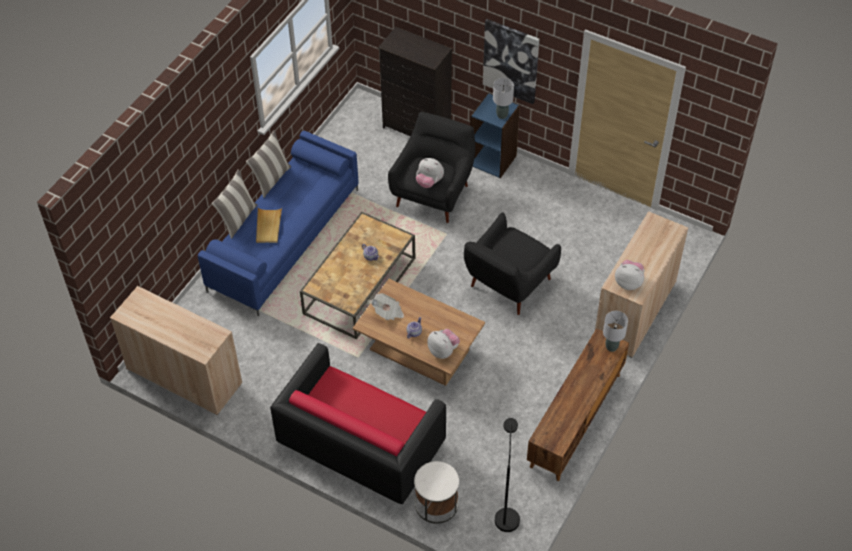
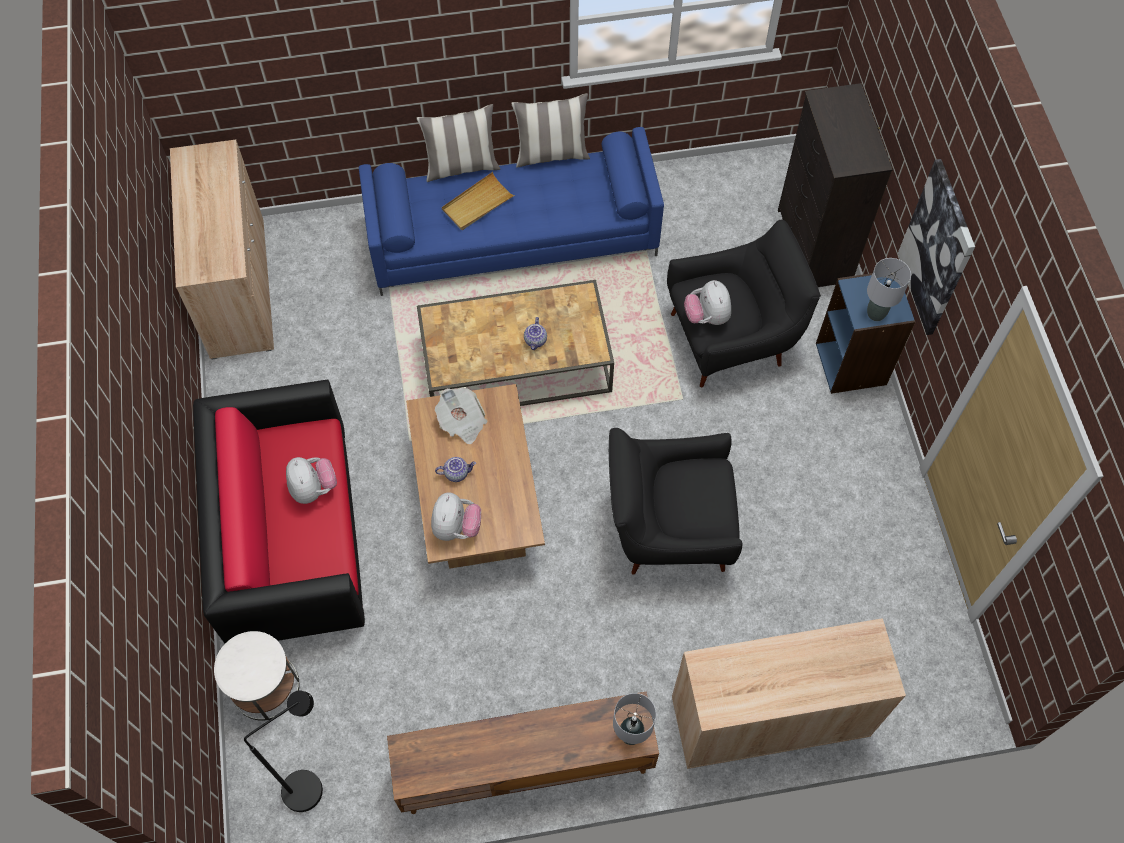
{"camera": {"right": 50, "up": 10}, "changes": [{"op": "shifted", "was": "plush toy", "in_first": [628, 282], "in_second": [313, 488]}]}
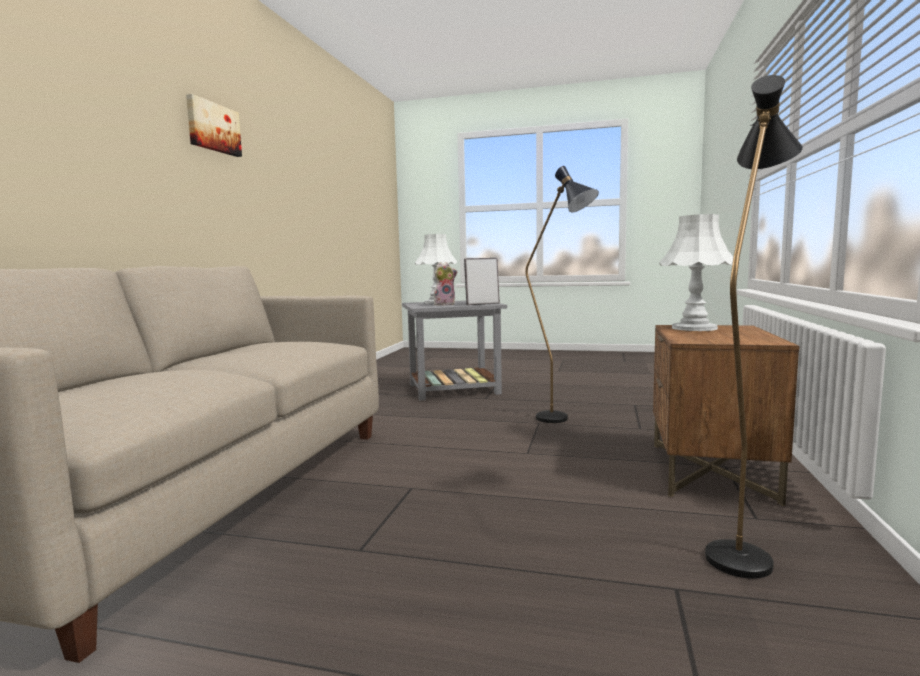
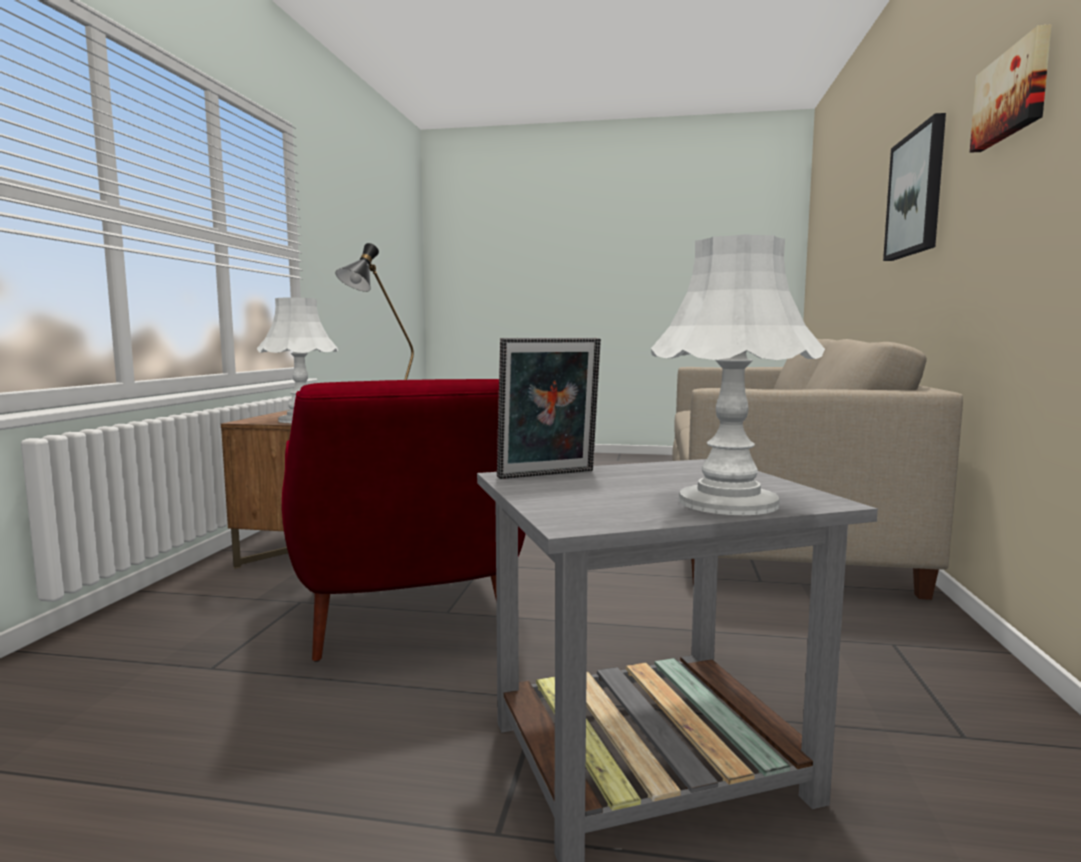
{"camera": {"right": 175, "up": 0}, "changes": [{"op": "swapped", "was": "floor lamp/black", "now": "armchair/red", "in_first": [561, 421], "in_second": [406, 617]}, {"op": "gone", "was": "plush toy", "in_first": [444, 304]}, {"op": "new", "now": "picture", "in_second": [916, 194]}]}
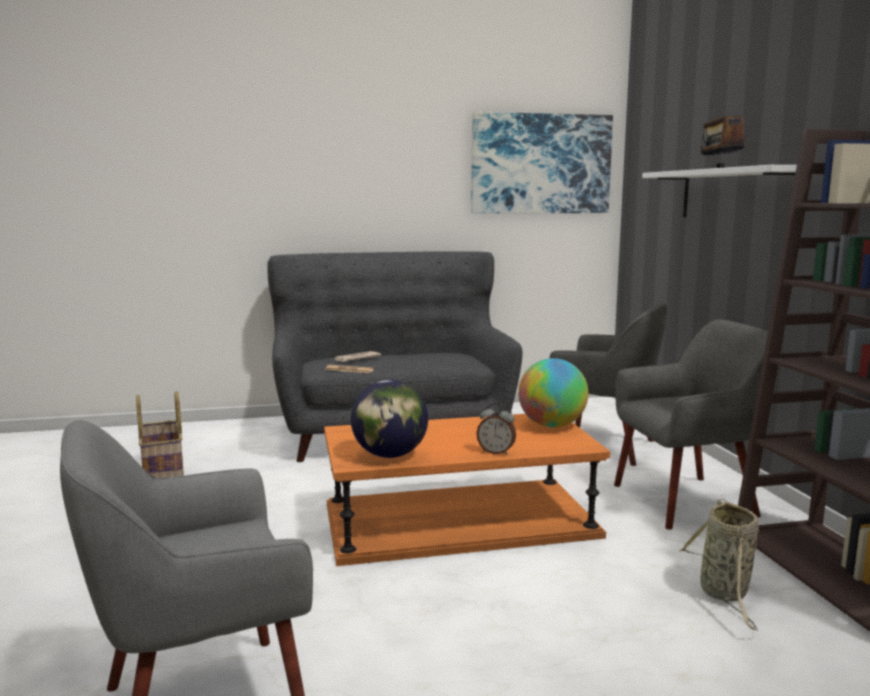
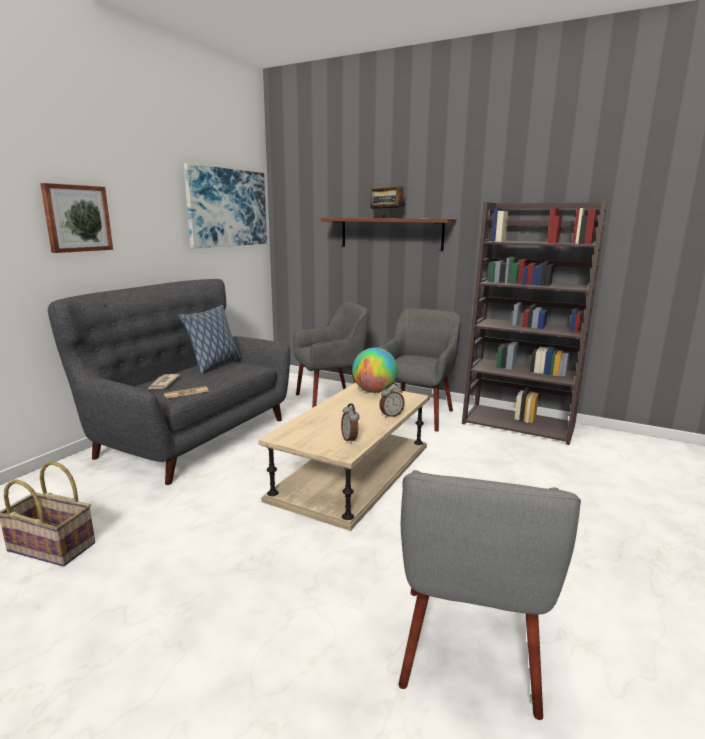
{"camera": {"right": -50, "up": 5}, "changes": [{"op": "repainted", "was": "shelf/white", "now": "shelf/brown", "in_first": [736, 194], "in_second": [391, 233]}, {"op": "swapped", "was": "globe", "now": "alarm clock", "in_first": [390, 455], "in_second": [350, 439]}, {"op": "repainted", "was": "coffee table/orange", "now": "coffee table/beige", "in_first": [460, 521], "in_second": [353, 471]}, {"op": "gone", "was": "basket", "in_first": [724, 594]}, {"op": "new", "now": "picture", "in_second": [77, 218]}, {"op": "new", "now": "pillow", "in_second": [214, 366]}]}
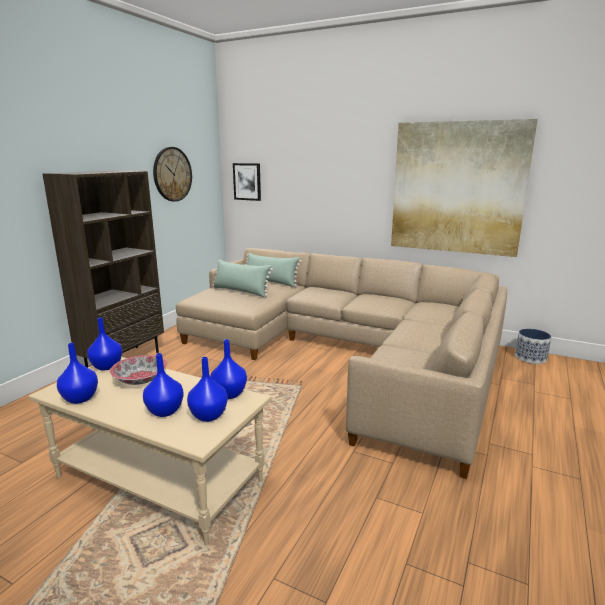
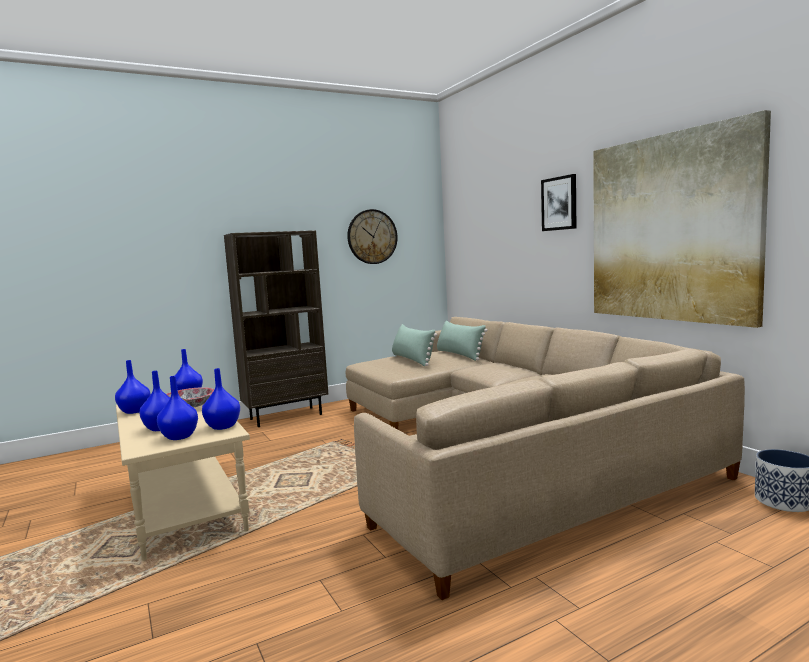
{"camera": {"right": 35, "up": -10}, "changes": [{"op": "shifted", "was": "picture", "in_first": [247, 181], "in_second": [559, 203]}]}
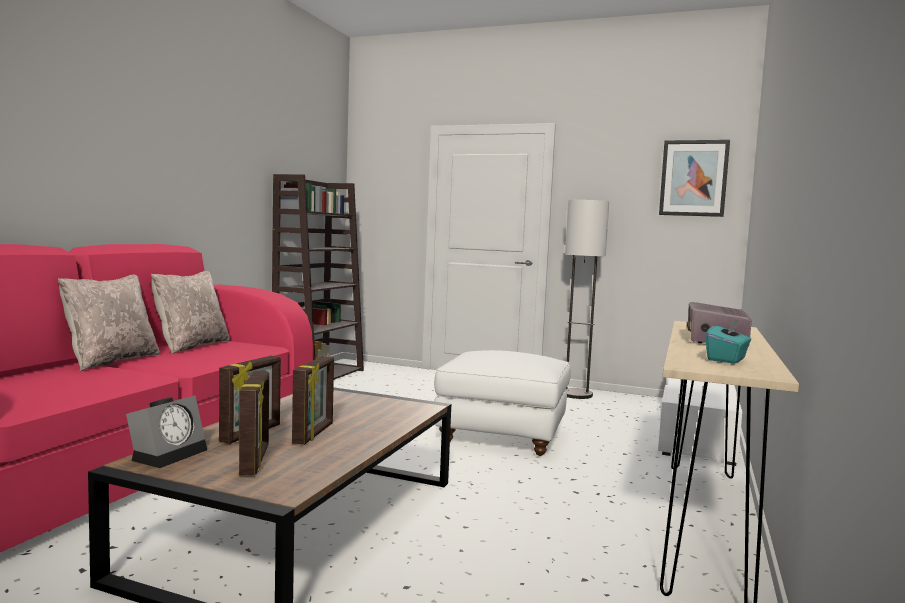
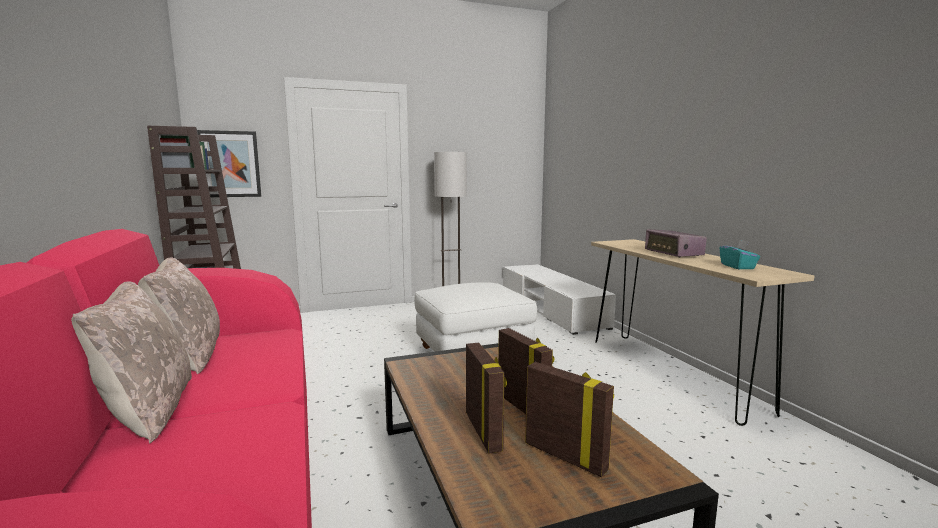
{"camera": {"right": -40, "up": 5}, "changes": [{"op": "shifted", "was": "picture", "in_first": [693, 178], "in_second": [230, 164]}, {"op": "gone", "was": "alarm clock", "in_first": [169, 454]}]}
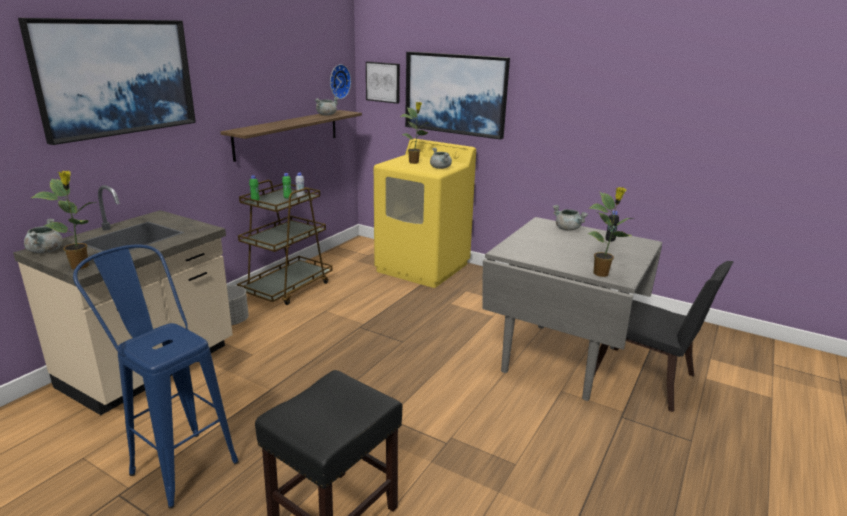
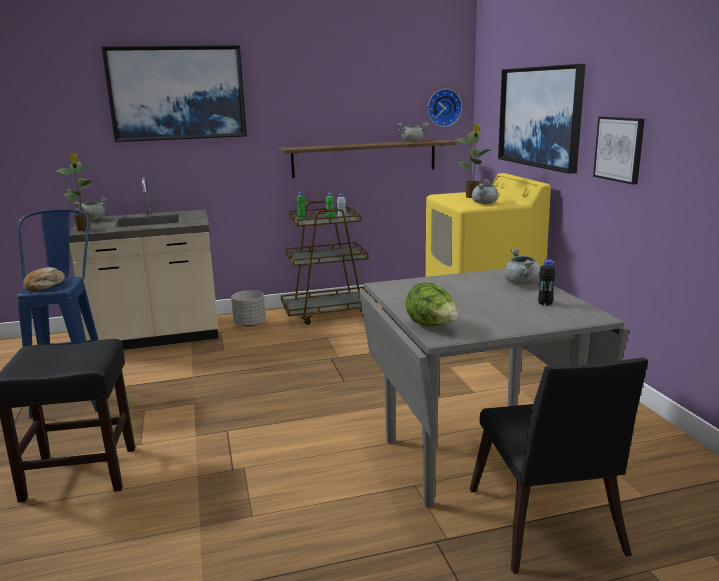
{"camera": {"right": 45, "up": -5}, "changes": [{"op": "shifted", "was": "picture", "in_first": [383, 82], "in_second": [619, 149]}, {"op": "swapped", "was": "potted plant", "now": "lettuce", "in_first": [602, 274], "in_second": [432, 326]}, {"op": "new", "now": "bread", "in_second": [45, 285]}]}
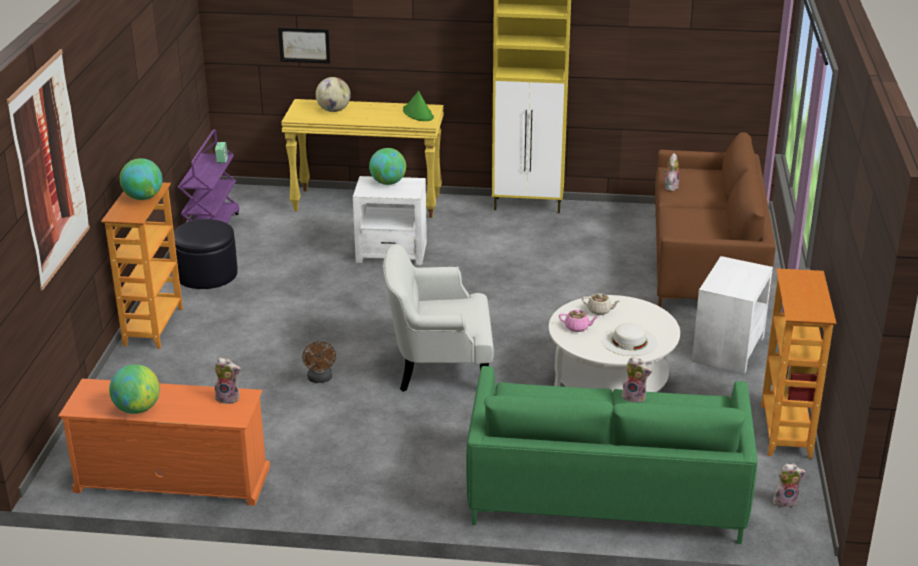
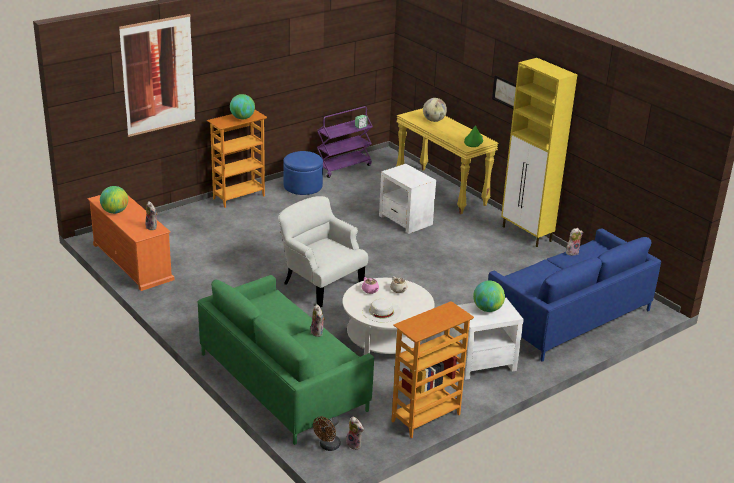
{"camera": {"right": 45, "up": 0}, "changes": [{"op": "shifted", "was": "picture", "in_first": [304, 45], "in_second": [506, 92]}, {"op": "repainted", "was": "sofa/brown", "now": "sofa/blue", "in_first": [706, 262], "in_second": [568, 316]}, {"op": "shifted", "was": "globe", "in_first": [388, 183], "in_second": [487, 309]}, {"op": "repainted", "was": "ottoman/black", "now": "ottoman/blue", "in_first": [206, 274], "in_second": [303, 186]}, {"op": "shifted", "was": "fan/brown", "in_first": [320, 379], "in_second": [327, 446]}]}
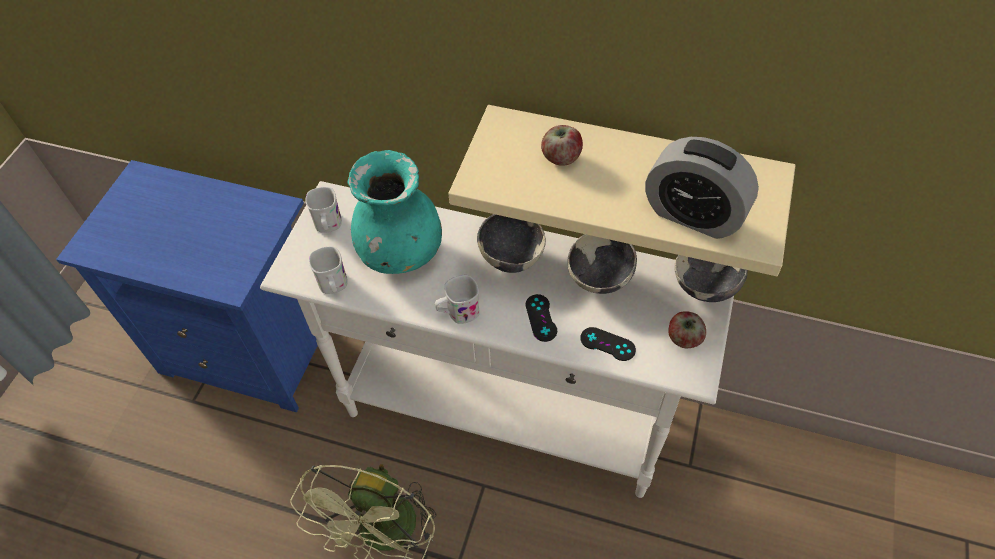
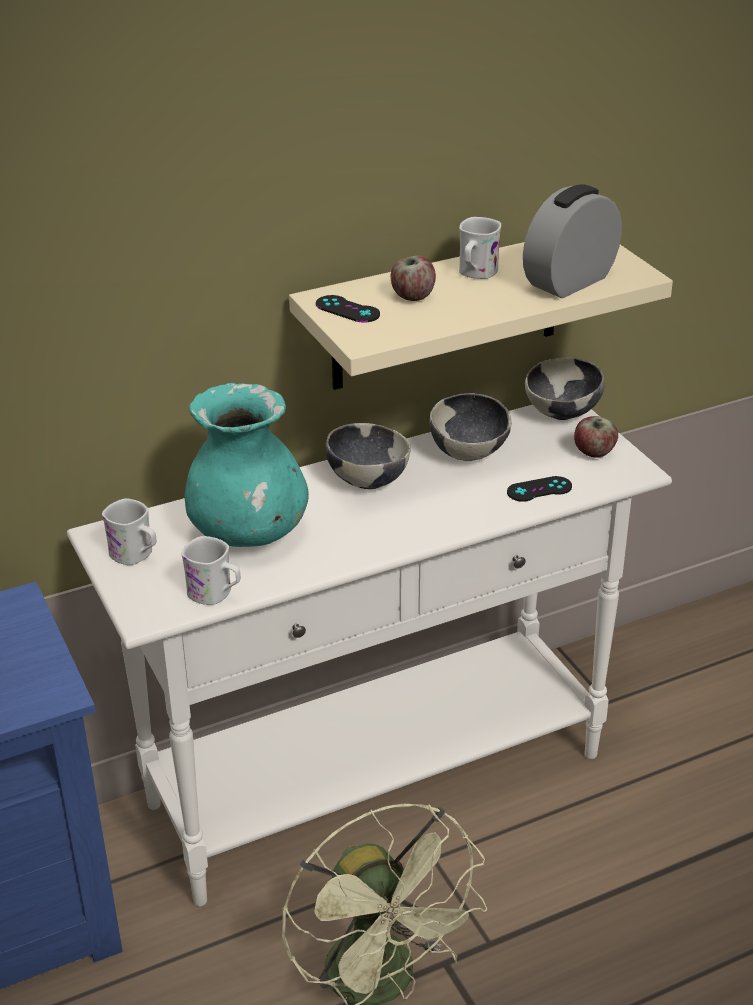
{"camera": {"right": -45, "up": -20}, "changes": [{"op": "rotated", "was": "alarm clock", "in_first": [693, 214], "in_second": [569, 282], "clockwise": 150}, {"op": "shifted", "was": "mug/white", "in_first": [458, 312], "in_second": [475, 274]}, {"op": "shifted", "was": "game controller/black", "in_first": [541, 318], "in_second": [347, 309]}]}
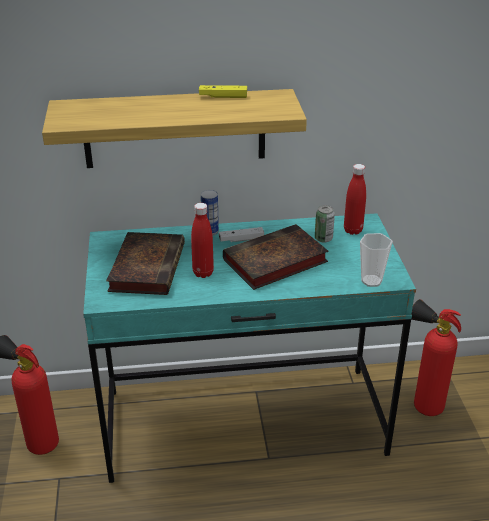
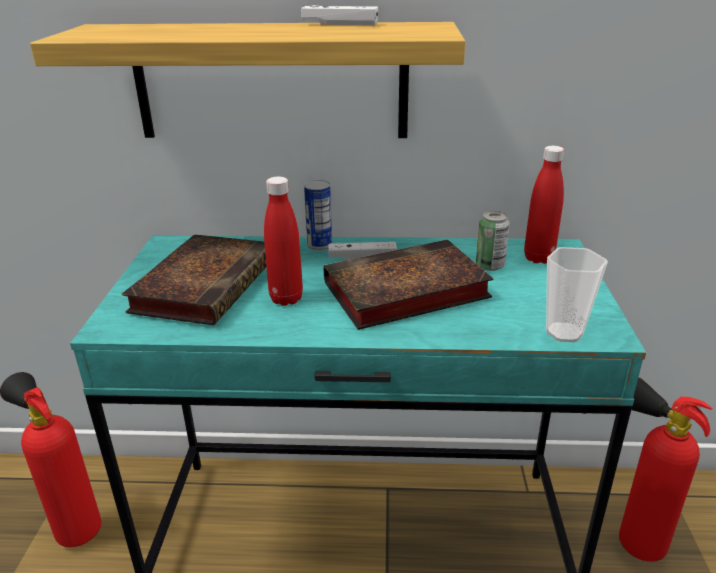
{"camera": {"right": 10, "up": -5}, "changes": [{"op": "repainted", "was": "game controller/yellow", "now": "game controller/white", "in_first": [223, 97], "in_second": [340, 24]}]}
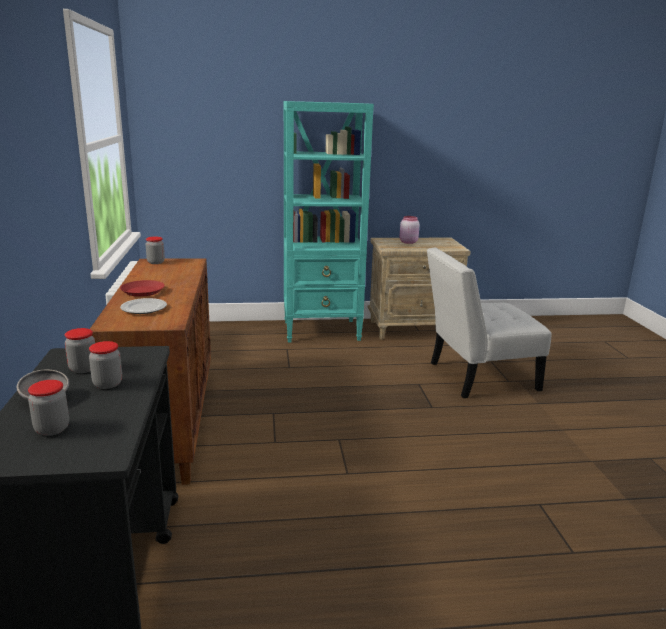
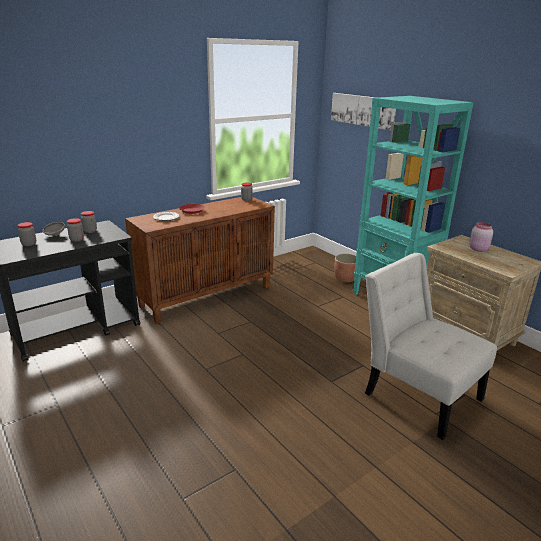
{"camera": {"right": 60, "up": 5}, "changes": [{"op": "new", "now": "picture", "in_second": [363, 110]}, {"op": "new", "now": "planter", "in_second": [345, 278]}]}
